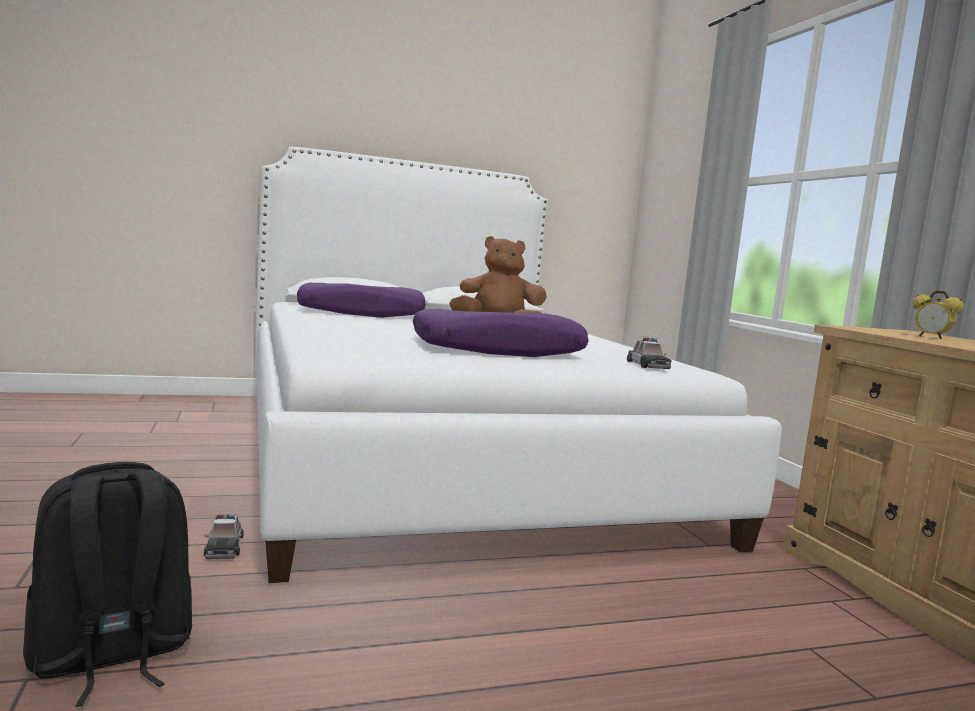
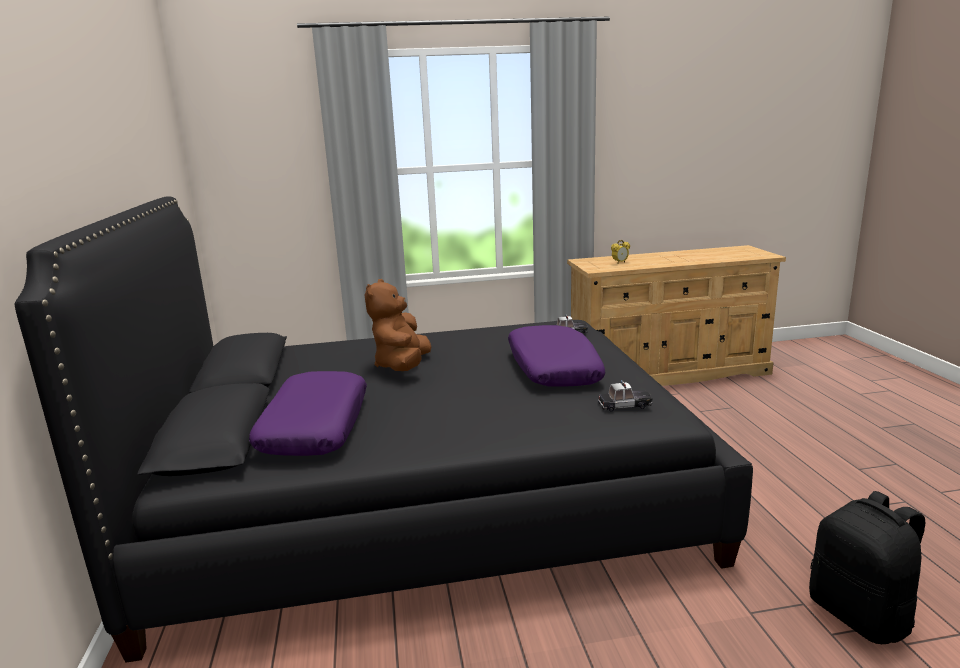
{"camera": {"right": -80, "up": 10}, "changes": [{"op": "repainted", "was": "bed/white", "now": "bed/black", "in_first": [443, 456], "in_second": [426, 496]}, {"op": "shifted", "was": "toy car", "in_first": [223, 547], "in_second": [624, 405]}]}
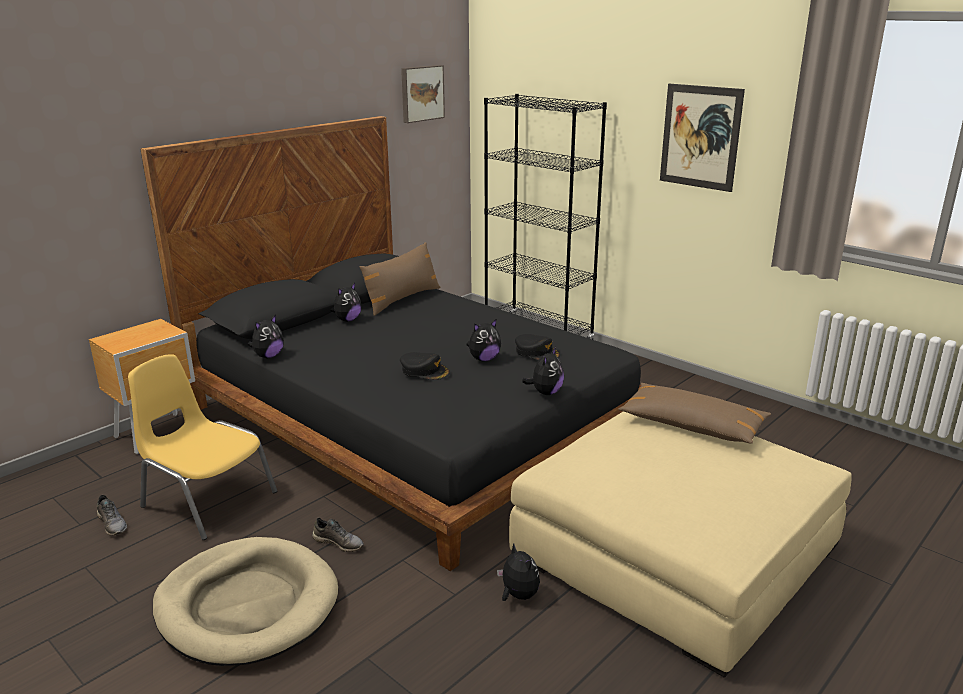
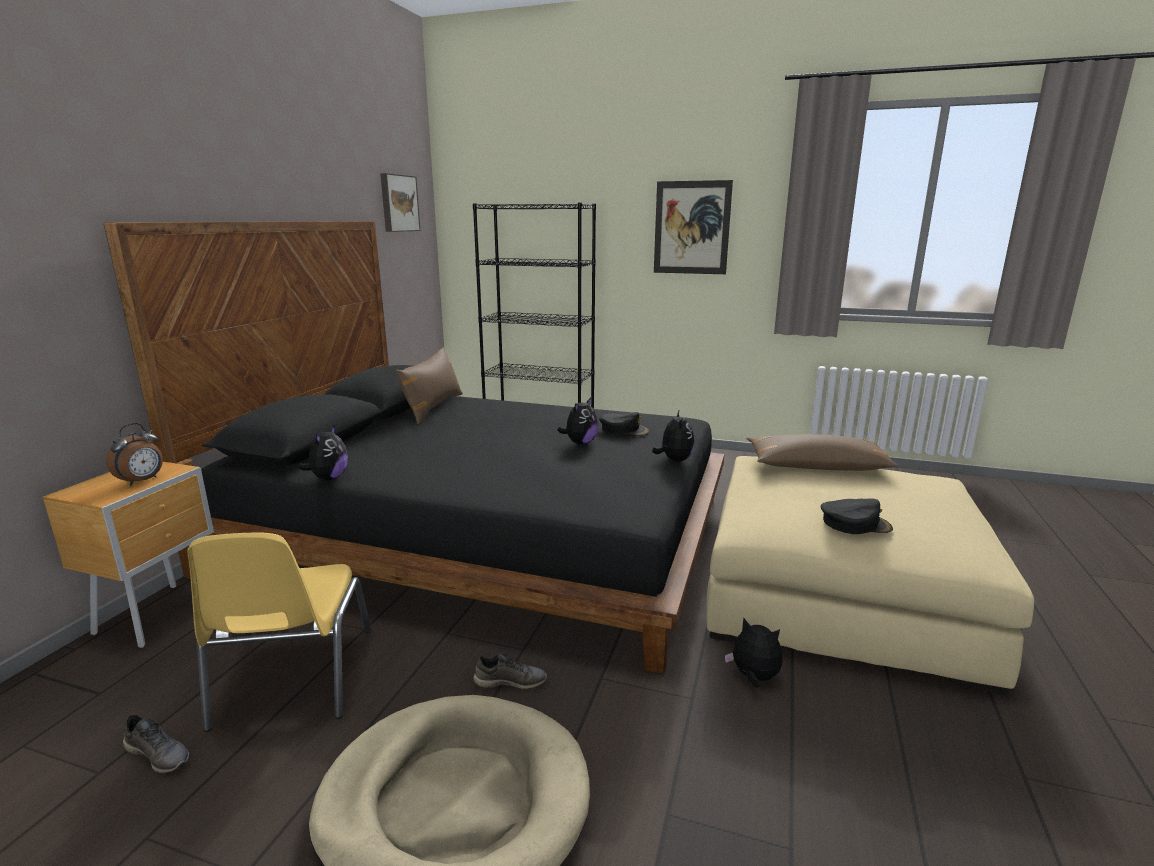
{"camera": {"right": -25, "up": -5}, "changes": [{"op": "gone", "was": "plush toy", "in_first": [347, 320]}, {"op": "shifted", "was": "cap/black", "in_first": [425, 371], "in_second": [855, 523]}, {"op": "rotated", "was": "chair/yellow", "in_first": [207, 499], "in_second": [292, 678], "clockwise": -105}, {"op": "new", "now": "alarm clock", "in_second": [142, 481]}]}
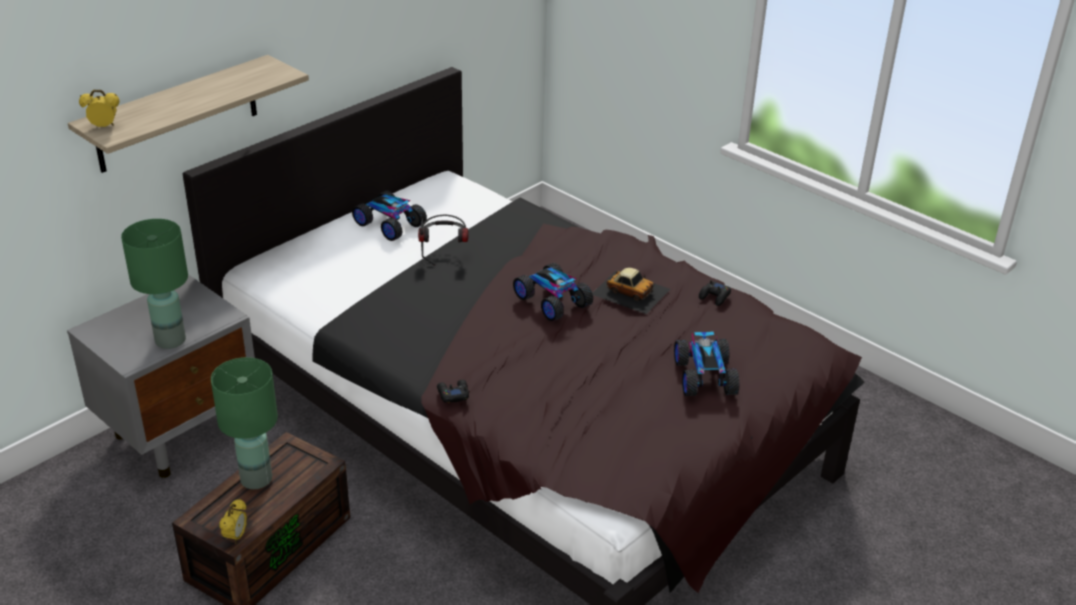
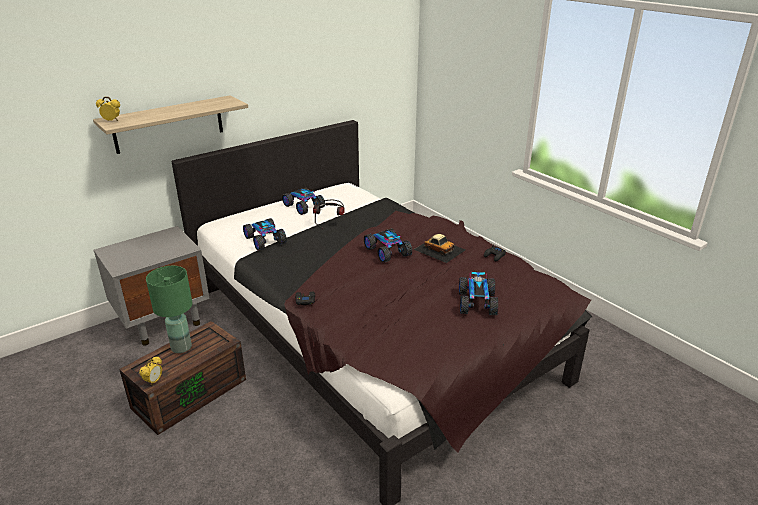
{"camera": {"right": 10, "up": -5}, "changes": [{"op": "gone", "was": "table lamp/green", "in_first": [169, 340]}, {"op": "new", "now": "toy car", "in_second": [265, 240]}]}
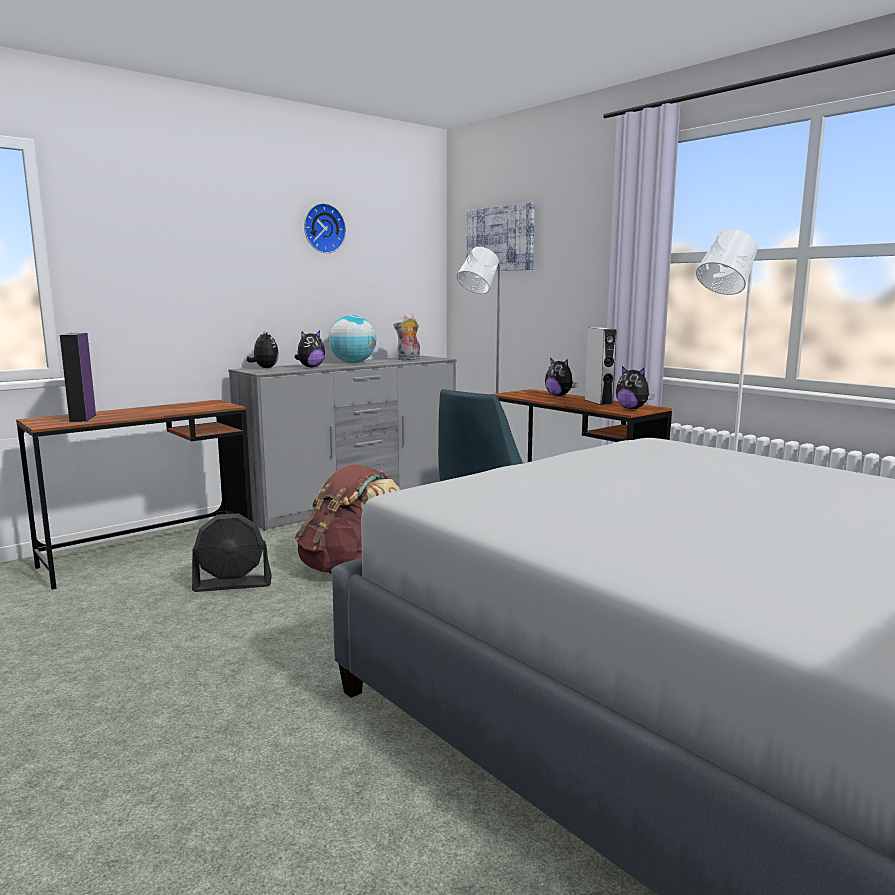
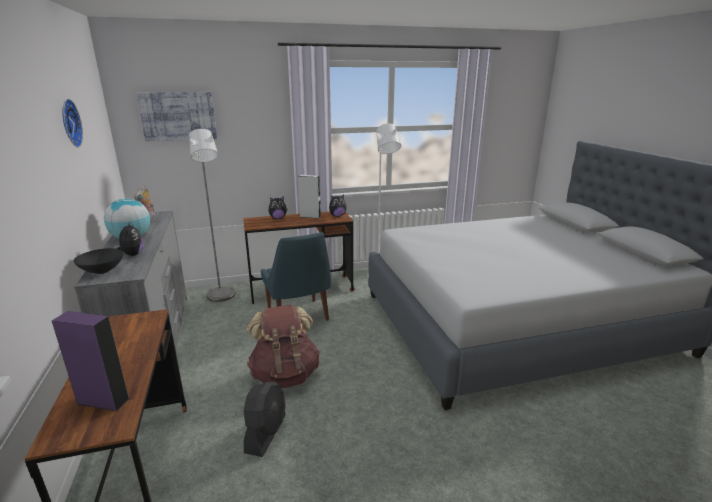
{"camera": {"right": -65, "up": 10}, "changes": [{"op": "swapped", "was": "plush toy", "now": "bowl/black", "in_first": [264, 368], "in_second": [101, 271]}]}
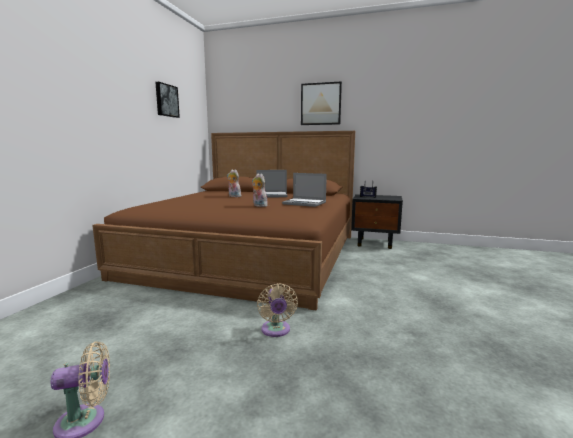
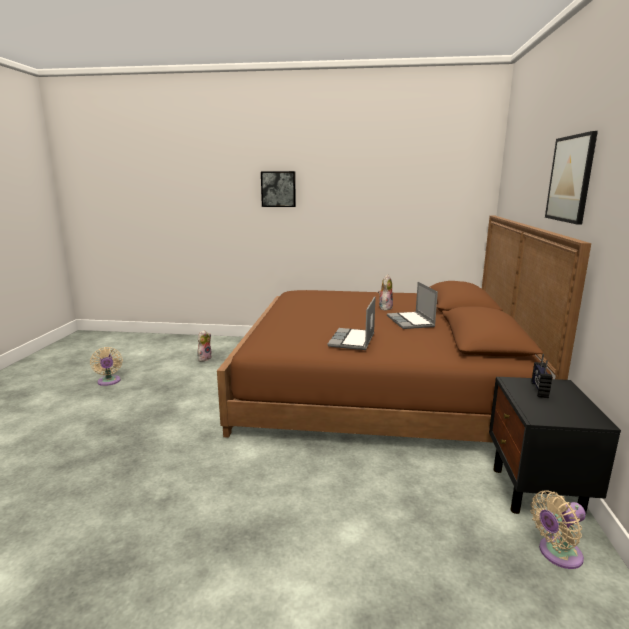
{"camera": {"right": 80, "up": 5}, "changes": [{"op": "shifted", "was": "picture", "in_first": [166, 100], "in_second": [278, 189]}, {"op": "shifted", "was": "plush toy", "in_first": [259, 206], "in_second": [204, 358]}, {"op": "shifted", "was": "fan/beige", "in_first": [276, 331], "in_second": [557, 554]}]}
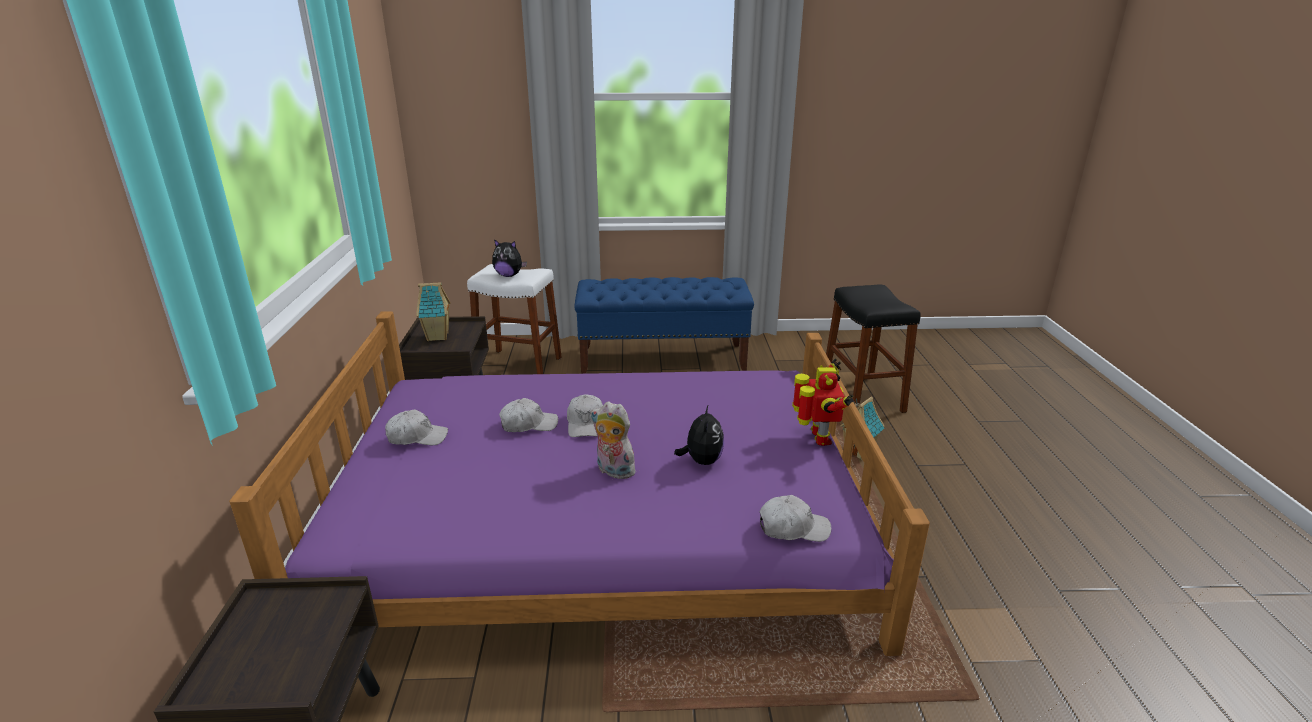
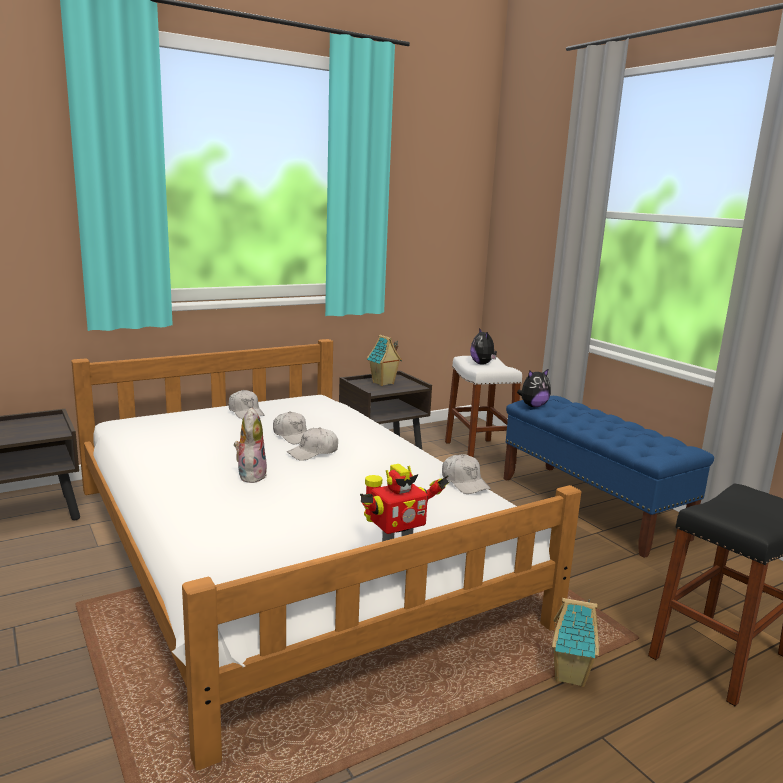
{"camera": {"right": 60, "up": -10}, "changes": [{"op": "repainted", "was": "bed/purple", "now": "bed/white", "in_first": [606, 526], "in_second": [289, 549]}, {"op": "shifted", "was": "plush toy", "in_first": [701, 461], "in_second": [533, 406]}, {"op": "shifted", "was": "cap/white", "in_first": [793, 528], "in_second": [464, 482]}]}
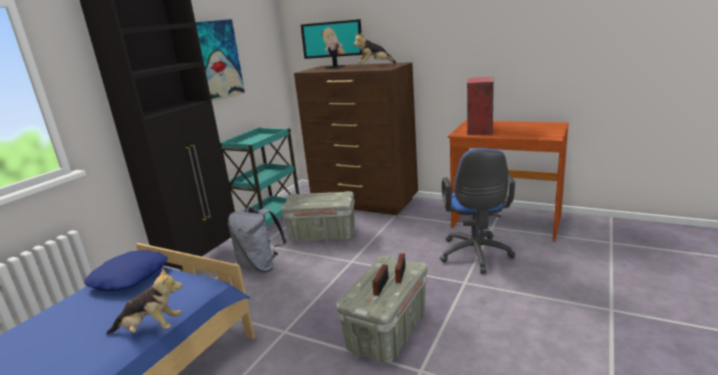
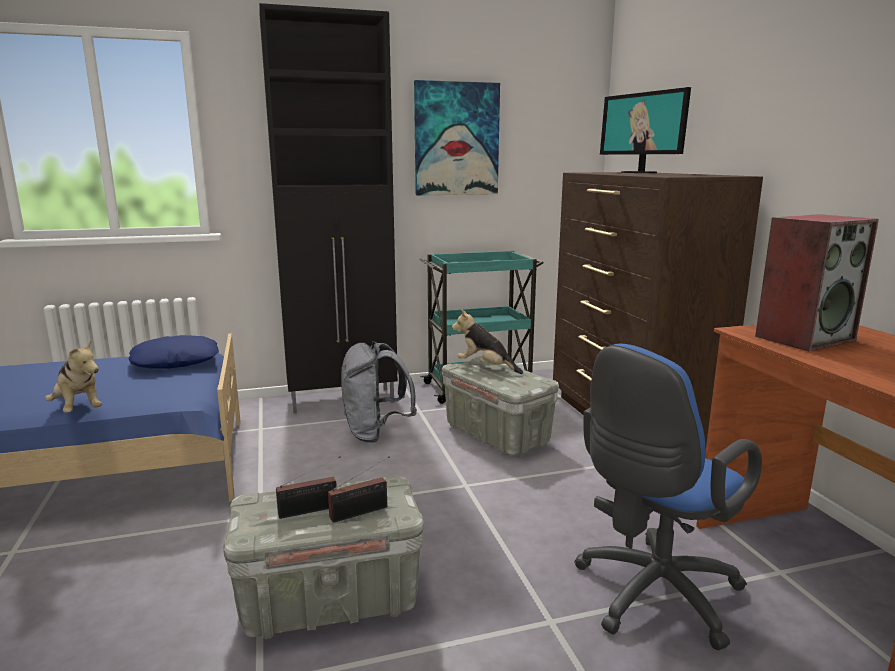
{"camera": {"right": 45, "up": -5}, "changes": [{"op": "shifted", "was": "plush toy", "in_first": [374, 65], "in_second": [485, 367]}]}
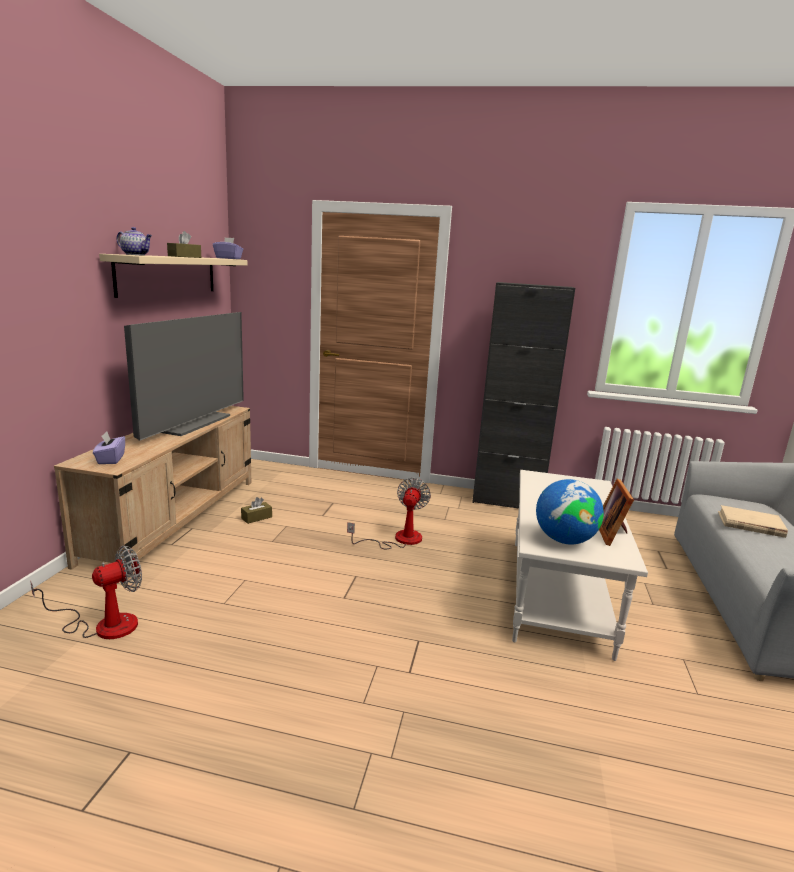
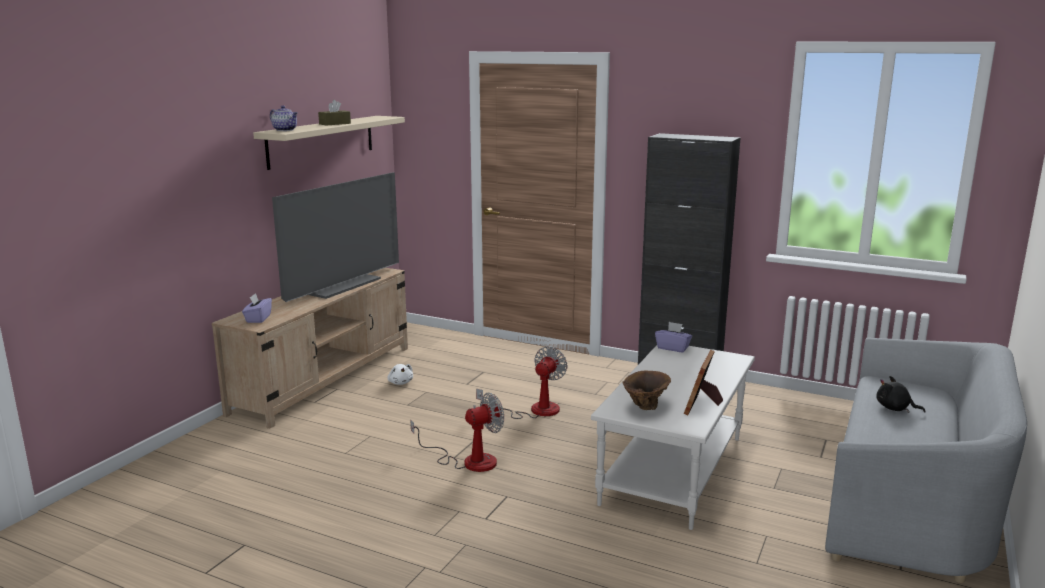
{"camera": {"right": 15, "up": 0}, "changes": [{"op": "shifted", "was": "tissue box/purple", "in_first": [228, 258], "in_second": [673, 348]}, {"op": "swapped", "was": "globe", "now": "vase/brown", "in_first": [564, 540], "in_second": [644, 408]}, {"op": "swapped", "was": "tissue box/brown", "now": "plush toy/white", "in_first": [256, 517], "in_second": [400, 382]}, {"op": "swapped", "was": "book/beige", "now": "plush toy/black", "in_first": [750, 524], "in_second": [895, 408]}, {"op": "shifted", "was": "fan", "in_first": [103, 624], "in_second": [469, 461]}]}
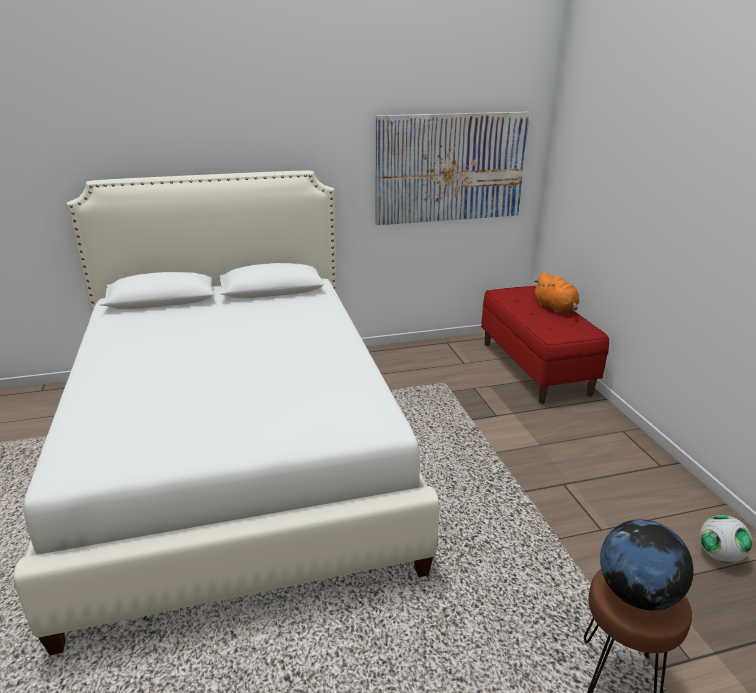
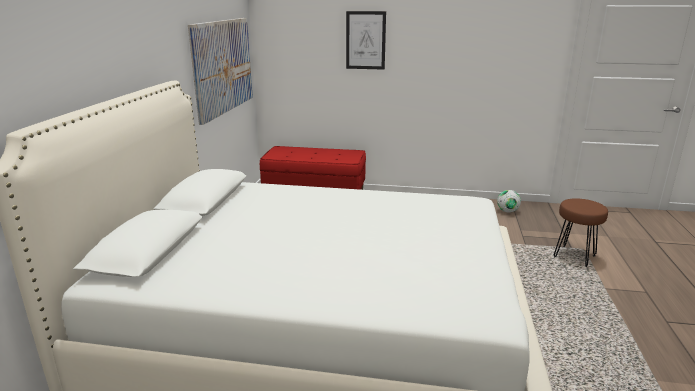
{"camera": {"right": -65, "up": -5}, "changes": [{"op": "gone", "was": "plush toy/orange", "in_first": [556, 308]}, {"op": "gone", "was": "globe", "in_first": [636, 594]}, {"op": "new", "now": "picture", "in_second": [365, 40]}]}
